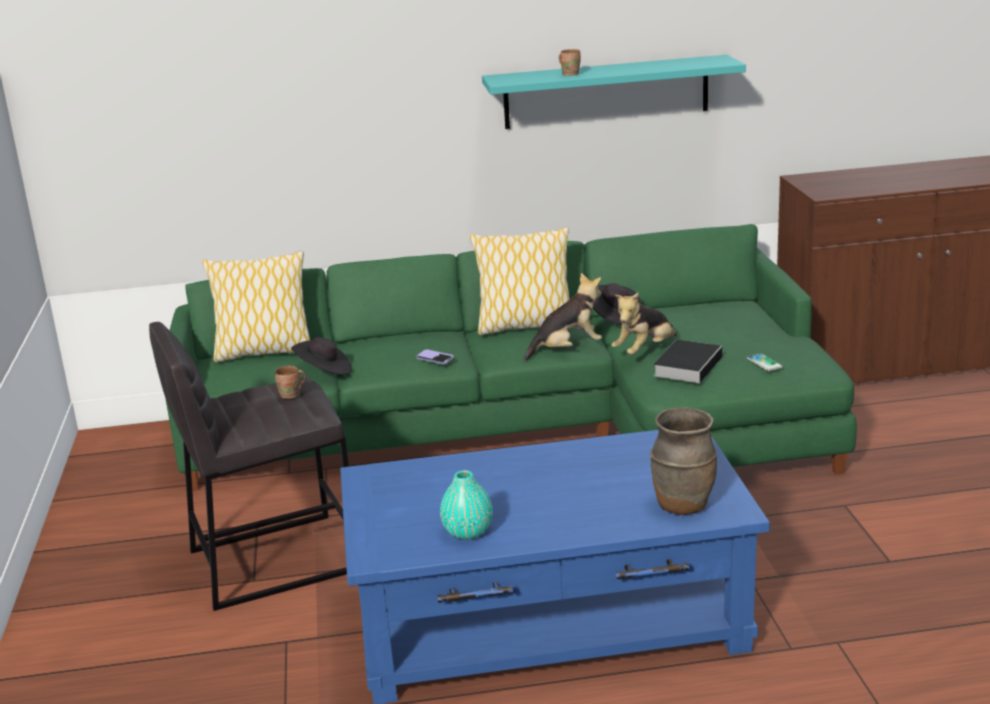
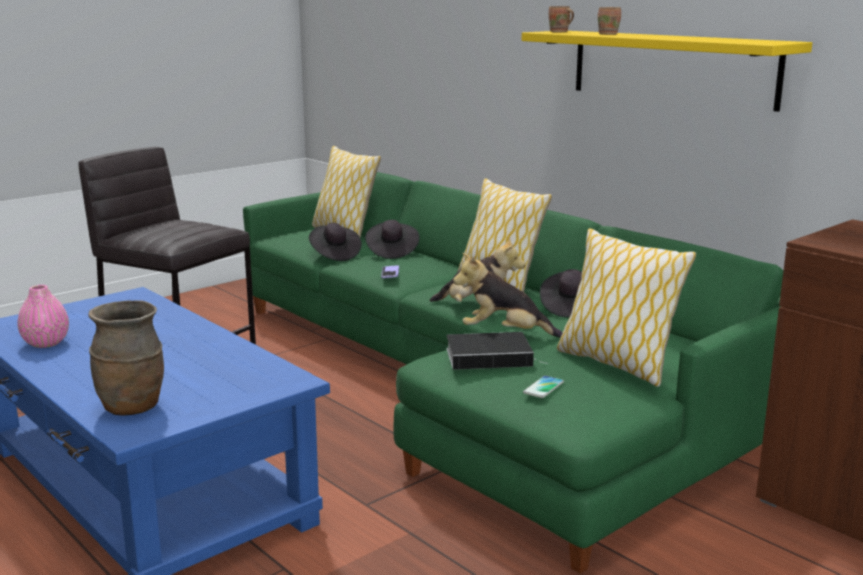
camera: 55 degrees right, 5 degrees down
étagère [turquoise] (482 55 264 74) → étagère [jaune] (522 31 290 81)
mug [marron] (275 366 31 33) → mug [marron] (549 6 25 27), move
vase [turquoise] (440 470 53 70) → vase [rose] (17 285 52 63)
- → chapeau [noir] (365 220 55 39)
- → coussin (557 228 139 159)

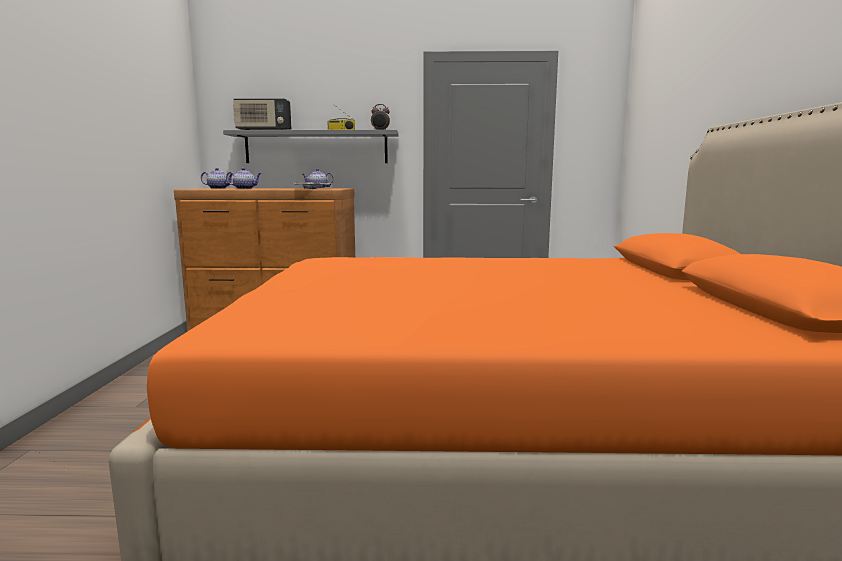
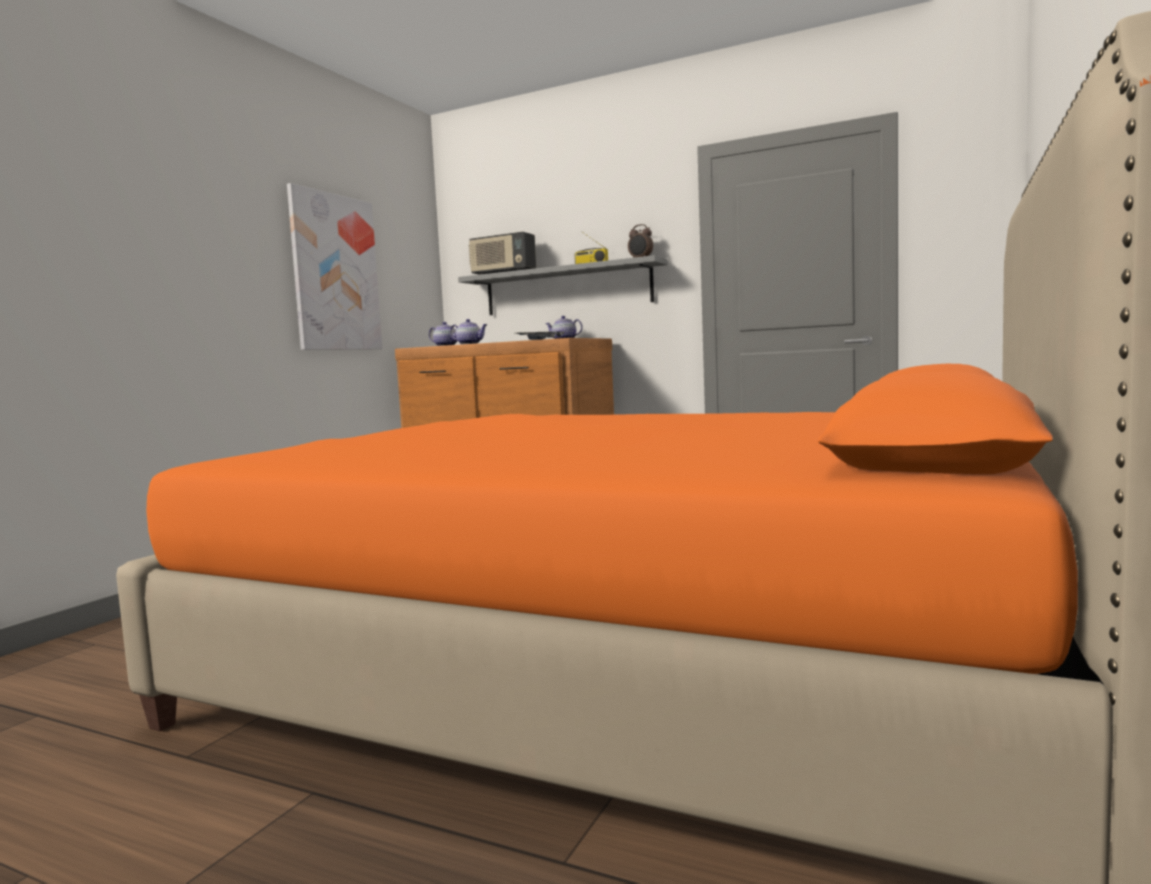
camera: 25 degrees right, 5 degrees down
- → tableau (287 183 95 167)

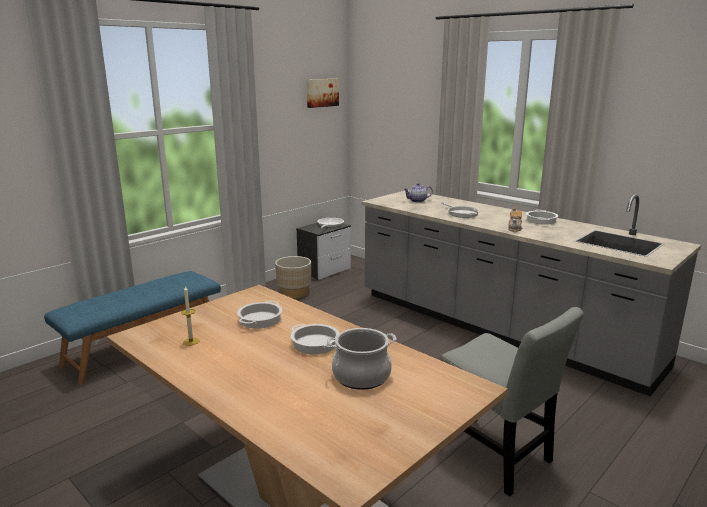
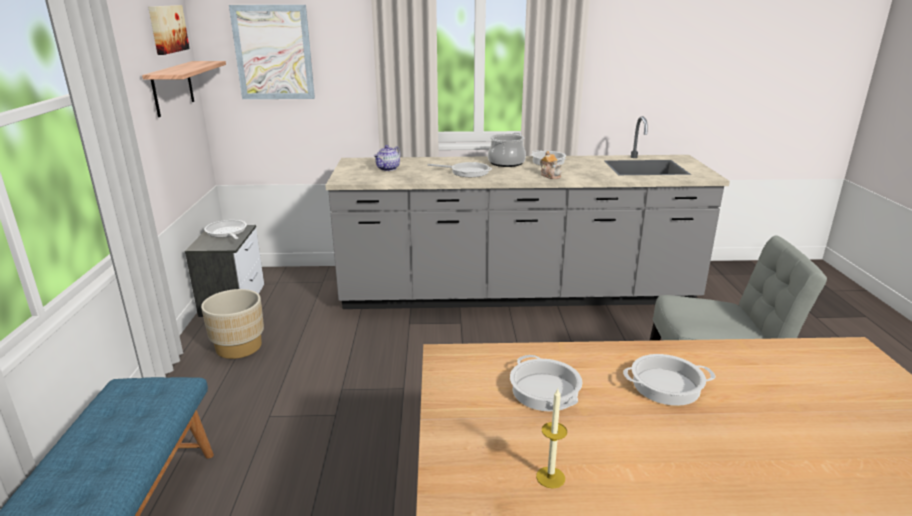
camera: 45 degrees left, 5 degrees up
marmite (327 328 70 62) → marmite (488 132 38 35), move
- → tableau (229 5 86 94)
- → étagère (142 61 84 56)

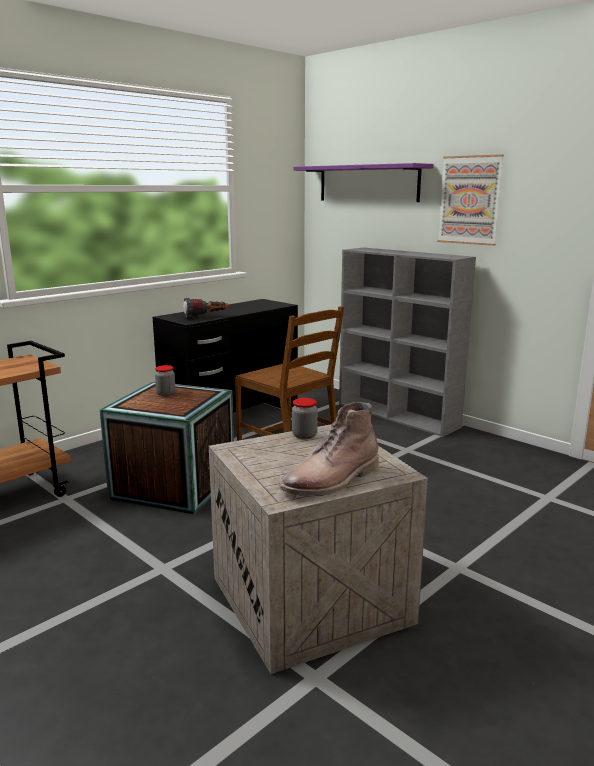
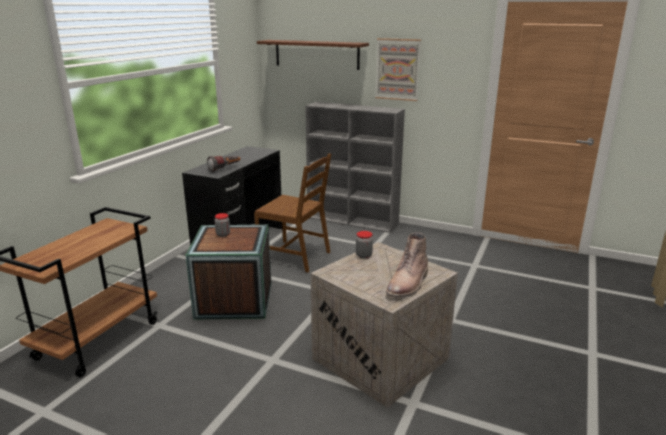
camera: 20 degrees left, 5 degrees up
étagère [violet] (294 163 139 39) → étagère [marron] (257 40 112 30)

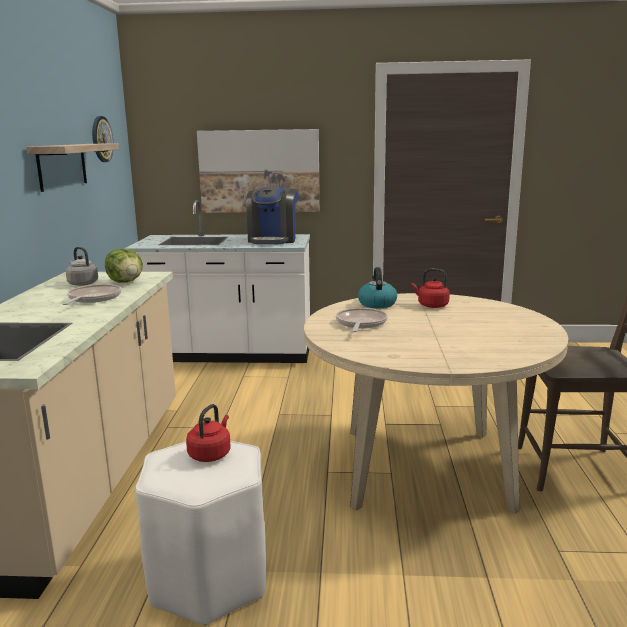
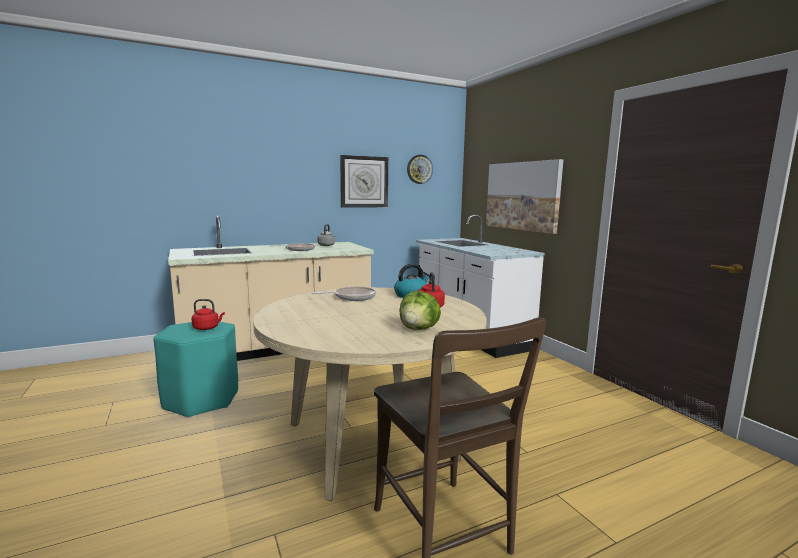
camera: 60 degrees right, 5 degrees down
étagère (26 143 93 49) → horloge murale (340 155 48 52)
machine à café (246 186 52 58) → -
laitue (105 249 38 34) → laitue (400 291 41 39), move
tabouret [blanc] (135 441 131 185) → tabouret [turquoise] (154 322 84 96)

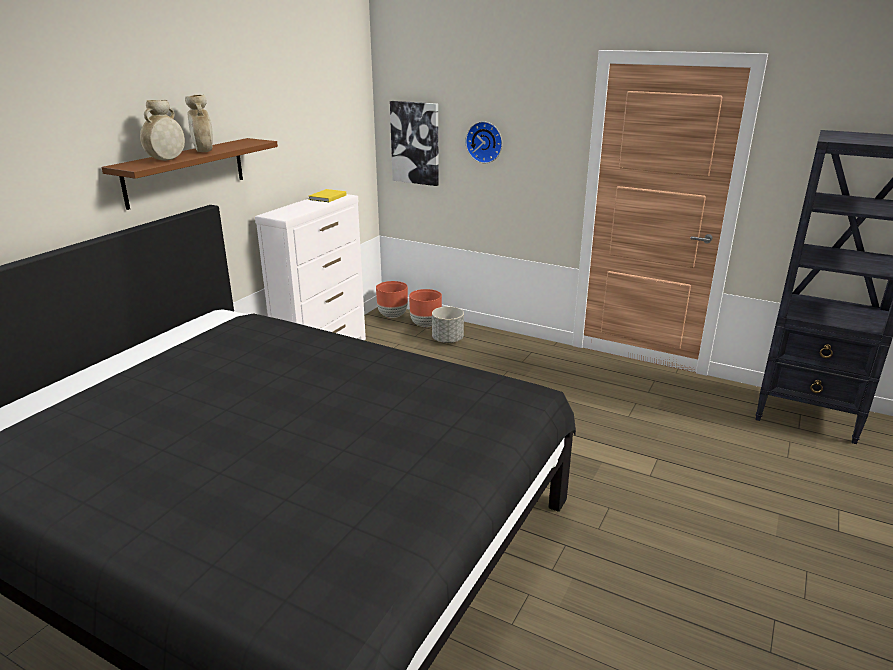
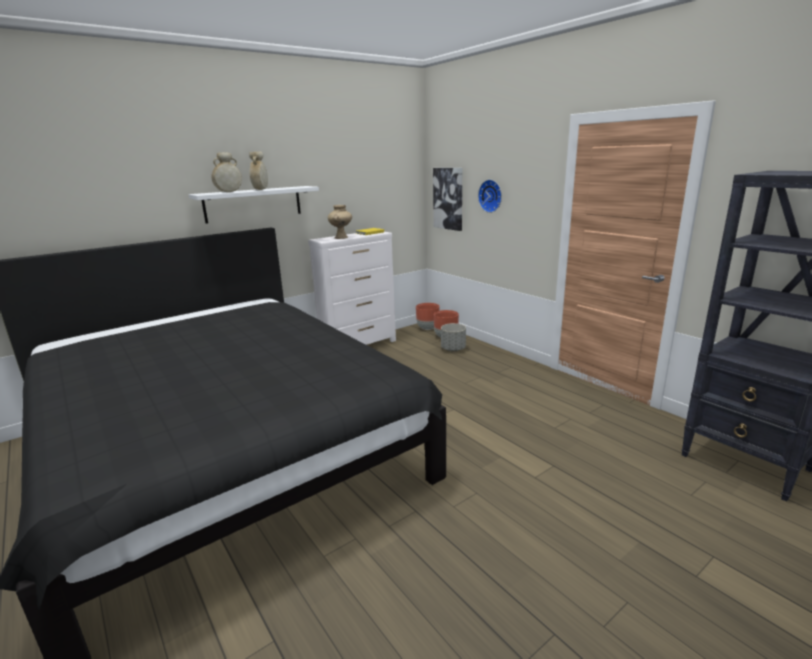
camera: 25 degrees right, 5 degrees down
étagère [marron] (101 138 177 72) → étagère [blanc] (189 186 130 38)
- → vase [beige] (328 205 24 34)

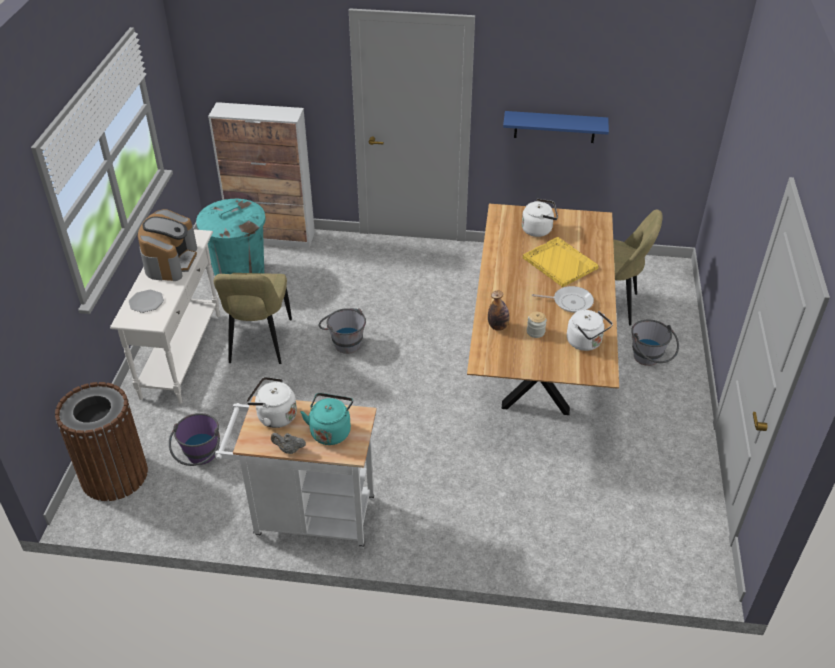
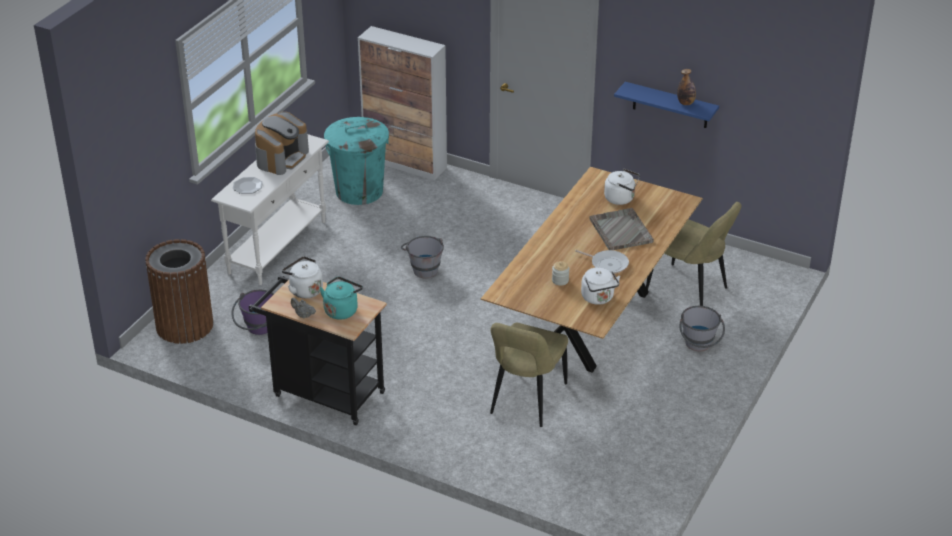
camera: 20 degrees right, 5 degrees down
plateau [jaune] (523 237 76 50) → plateau [gris] (589 208 65 42)
chaise [beige] (213 273 79 91) → chaise [beige] (490 323 78 104), move
bouteille (488 291 22 40) → bouteille (677 69 19 36), move
chariot [blanc] (215 396 162 153) → chariot [noir] (249 276 138 149)

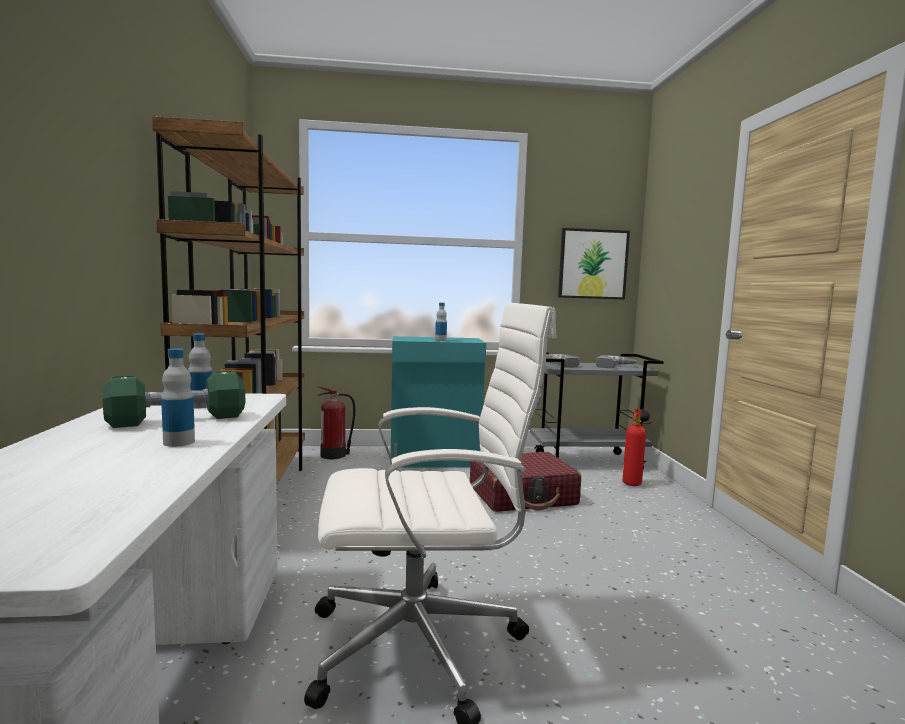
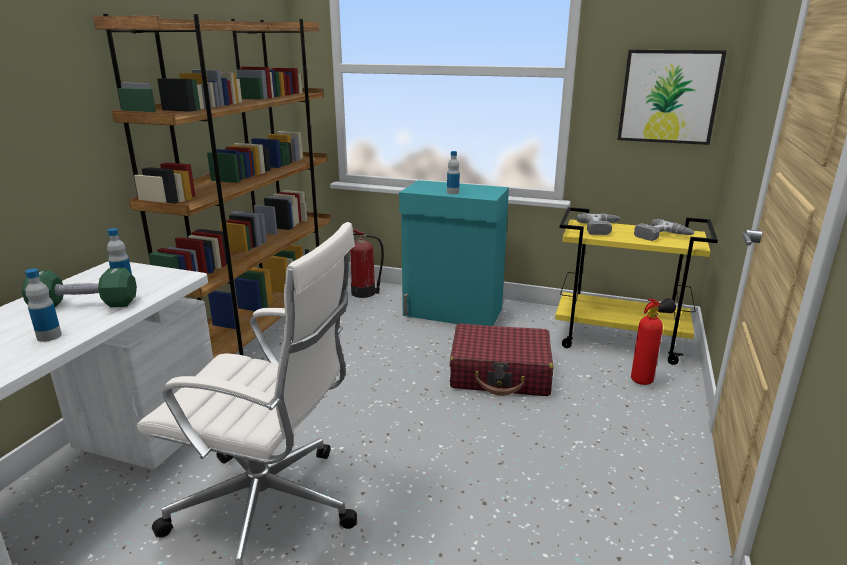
camera: 25 degrees right, 15 degrees up
chariot [gris] (530 352 134 117) → chariot [jaune] (555 207 163 158)

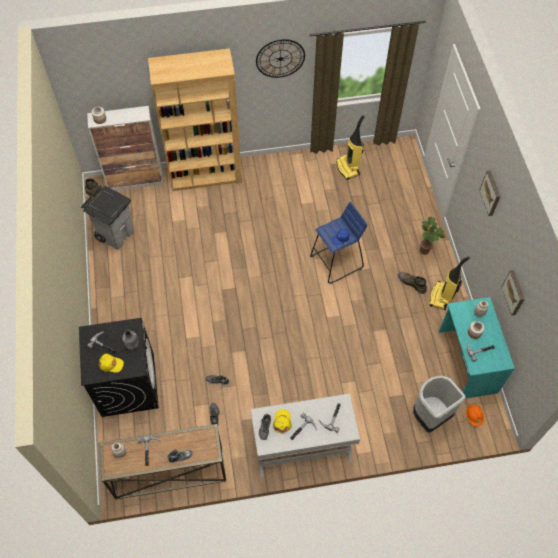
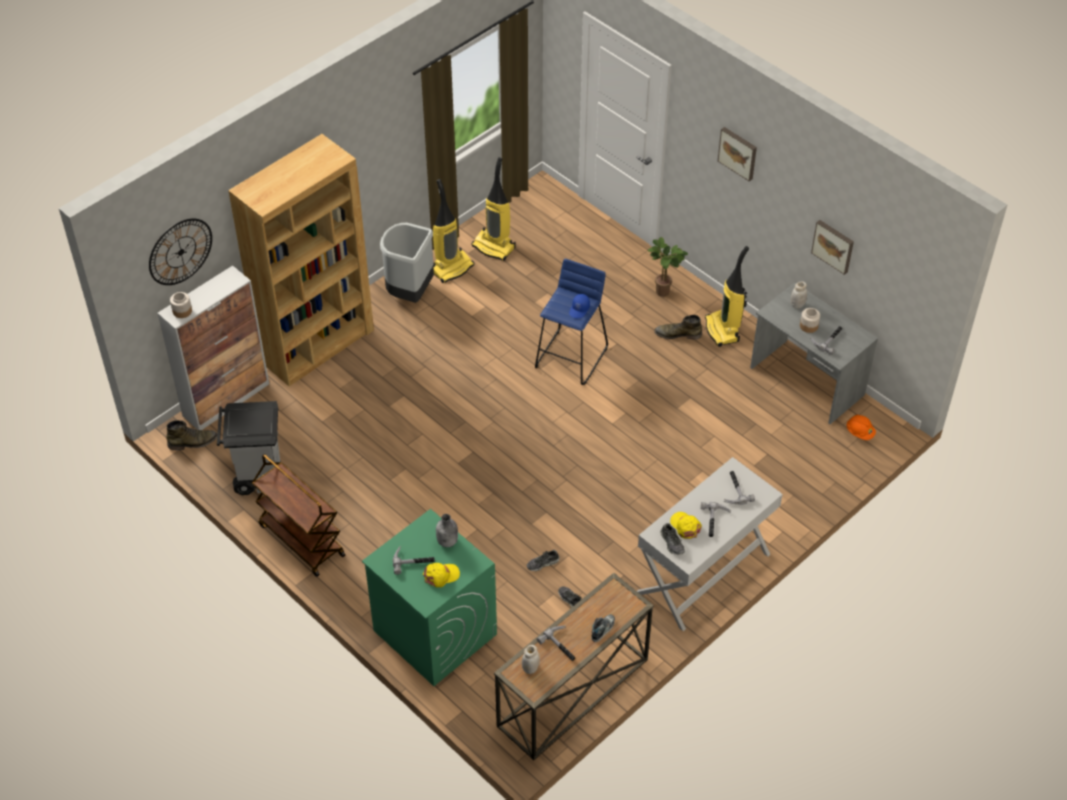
camera: 35 degrees left, 10 degrees down
horloge murale (256 39 49 39) → horloge murale (149 219 63 66), move
bureau [turquoise] (439 297 76 102) → bureau [gris] (750 283 128 141)
lave-linge [noir] (79 318 80 99) → lave-linge [vert] (362 509 135 177)
poubelle [gris] (413 376 53 56) → poubelle [gris] (380 223 54 80), move
- → aspirateur (433 179 41 104)
- → chariot [marron] (252 454 93 123)

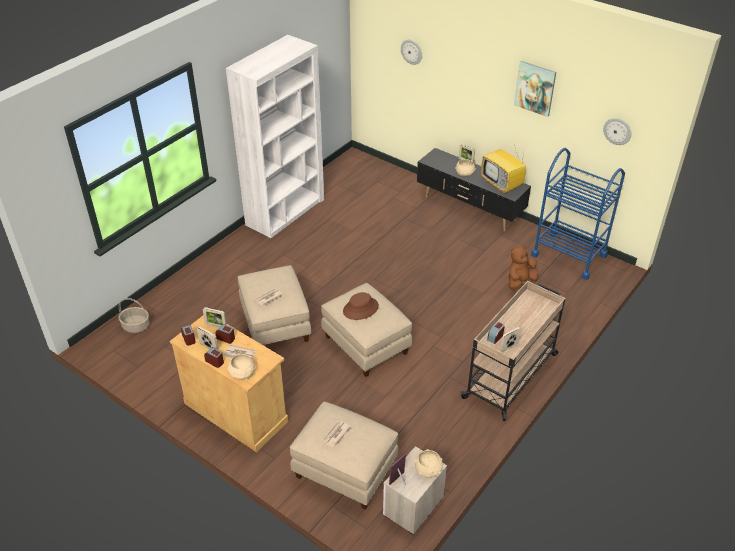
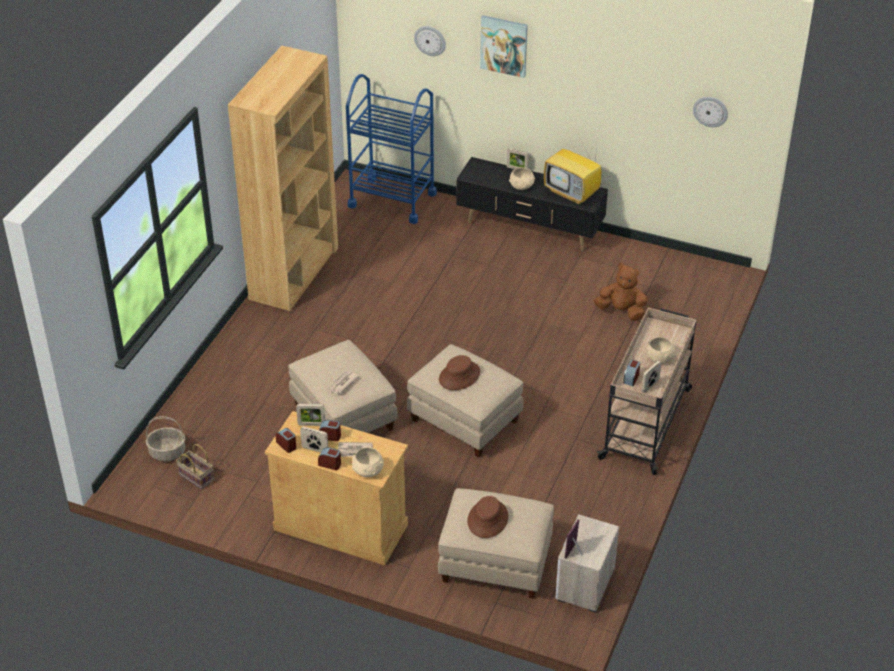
camera: 15 degrees left, 0 degrees up
bibliothèque [blanc] (226 35 98 203) → bibliothèque [marron] (228 46 110 265)
tableau (514 61 42 56) → tableau (480 15 48 63), move
chariot [bleu] (531 148 94 132) → chariot [bleu] (346 74 91 150), move
peluche [marron] (509 245 29 45) → peluche [marron] (594 263 54 58), 75 degrees clockwise
journal (322 421 29 26) → chapeau [marron] (467 496 41 42)
bol [beige] (415 449 28 29) → bol [beige] (646 337 29 27), move
- → panier (176 444 38 45)

